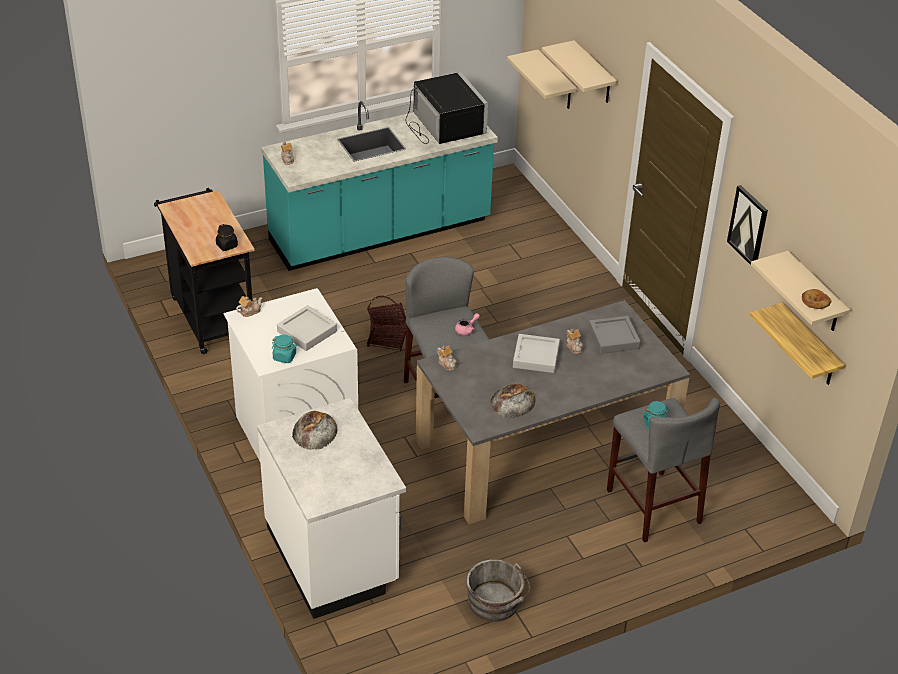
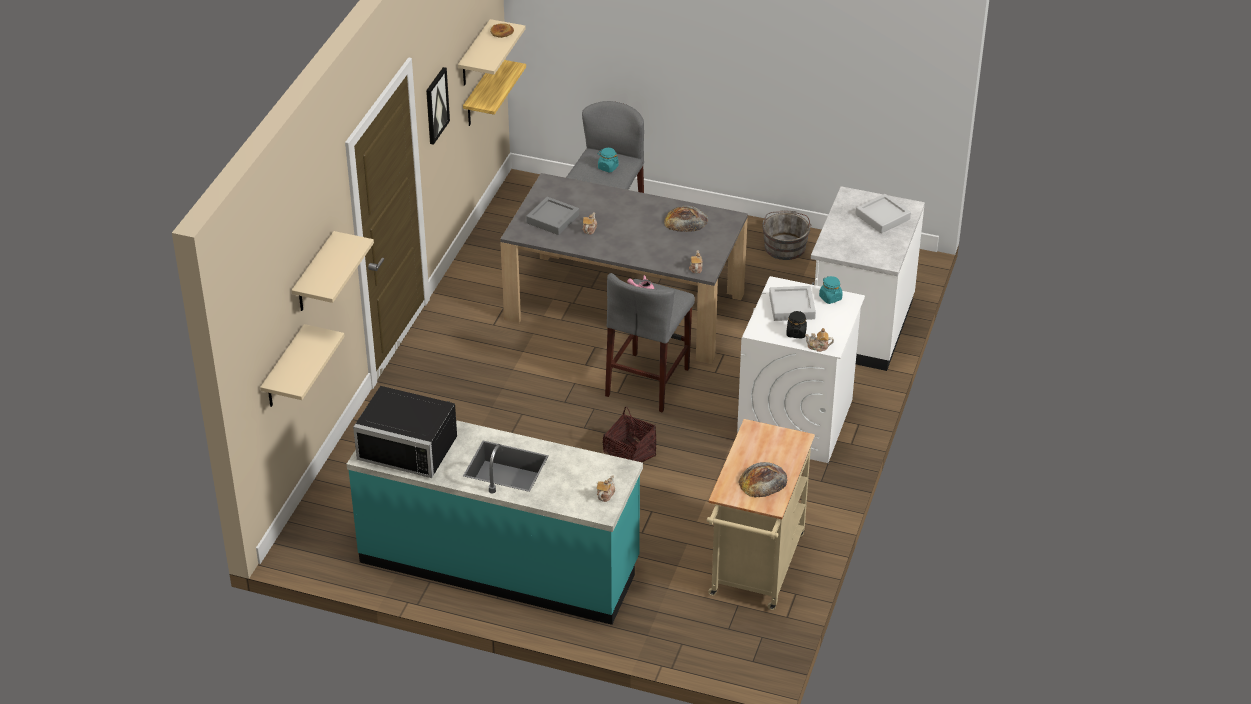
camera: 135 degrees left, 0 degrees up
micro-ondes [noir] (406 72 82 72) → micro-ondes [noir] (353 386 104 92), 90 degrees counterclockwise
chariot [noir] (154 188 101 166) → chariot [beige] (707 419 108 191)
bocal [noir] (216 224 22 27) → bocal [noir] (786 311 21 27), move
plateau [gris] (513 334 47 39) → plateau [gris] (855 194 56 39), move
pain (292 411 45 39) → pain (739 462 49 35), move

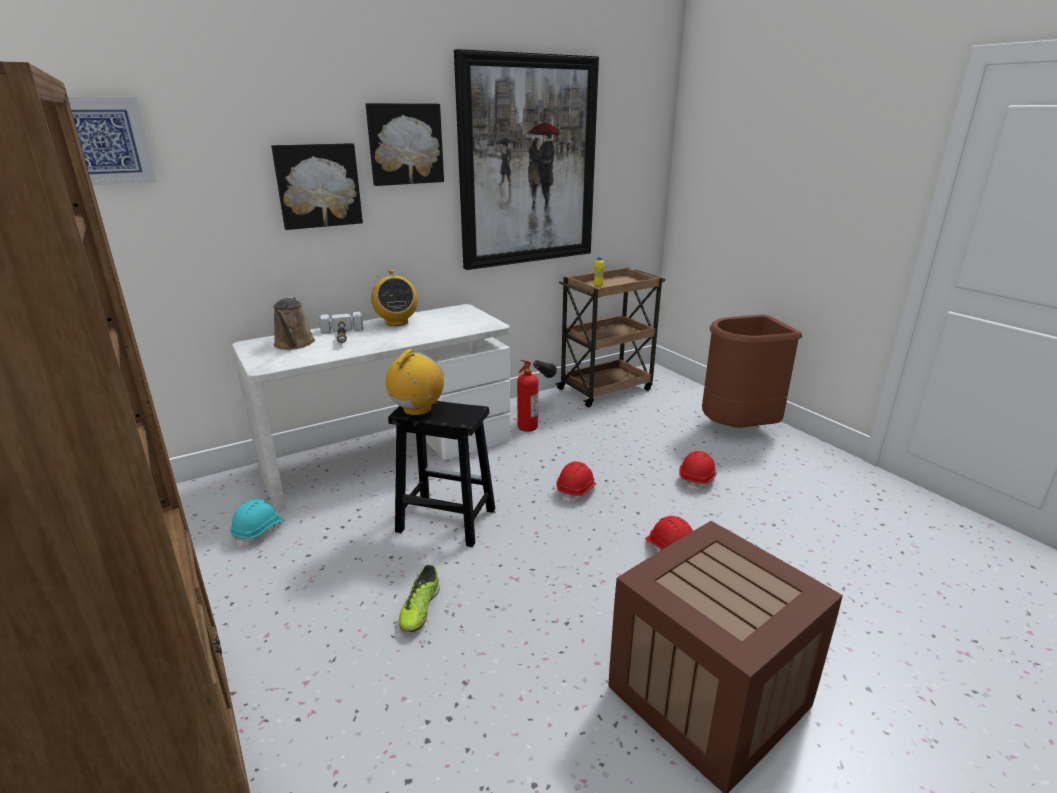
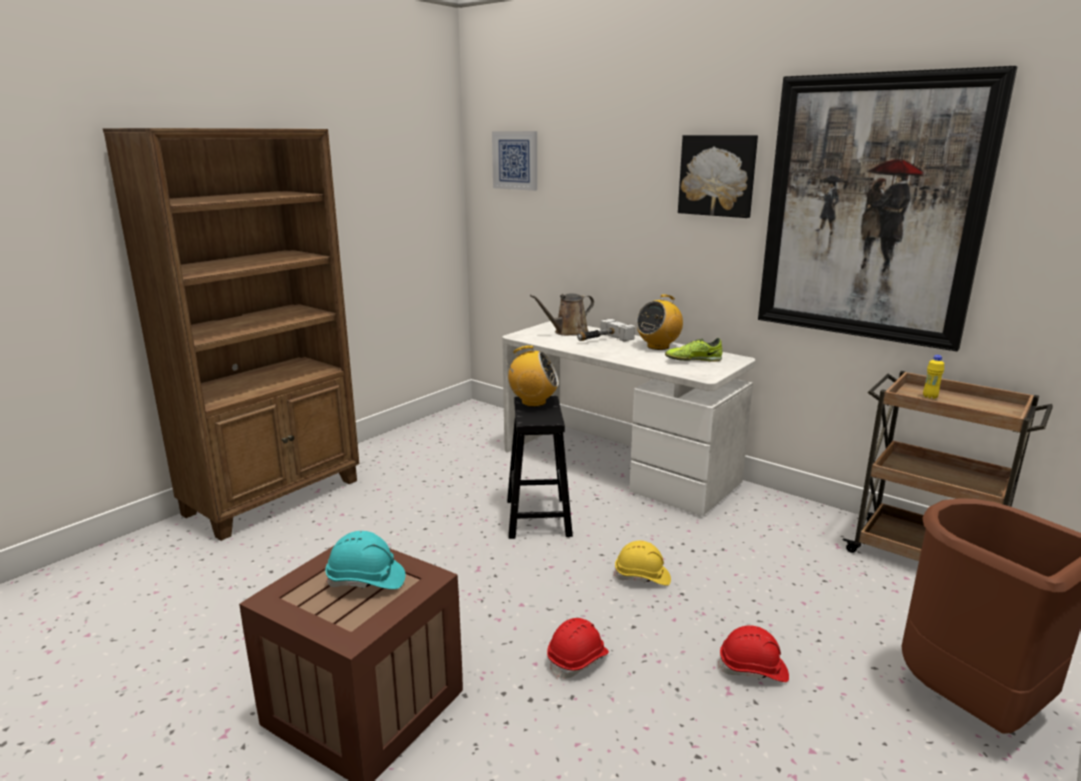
camera: 70 degrees right, 5 degrees down
tableau (271 143 92 87) → -
extincteur (517 360 40 72) → -
casque de chantier [rouge] (556 461 40 43) → casque de chantier [jaune] (614 541 57 45)
casque de chantier [turquoise] (230 499 54 50) → casque de chantier [turquoise] (325 531 81 58), move
chaussure (399 565 41 67) → chaussure (665 338 57 24), move

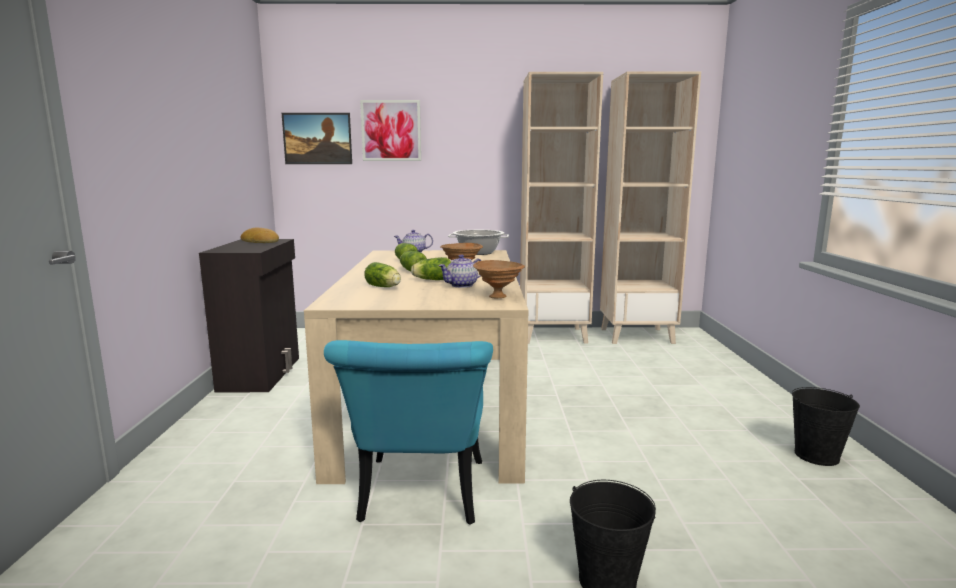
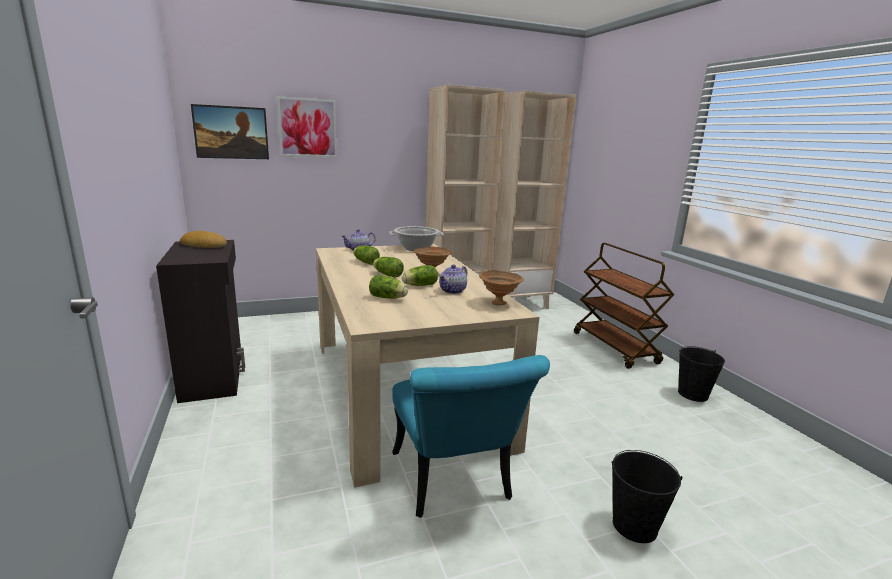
camera: 20 degrees left, 5 degrees up
- → chariot [marron] (574 243 101 126)

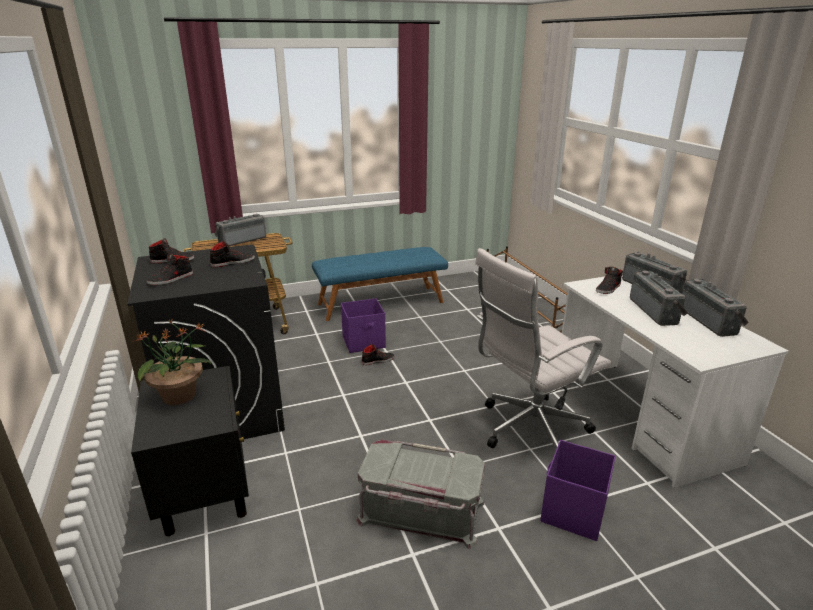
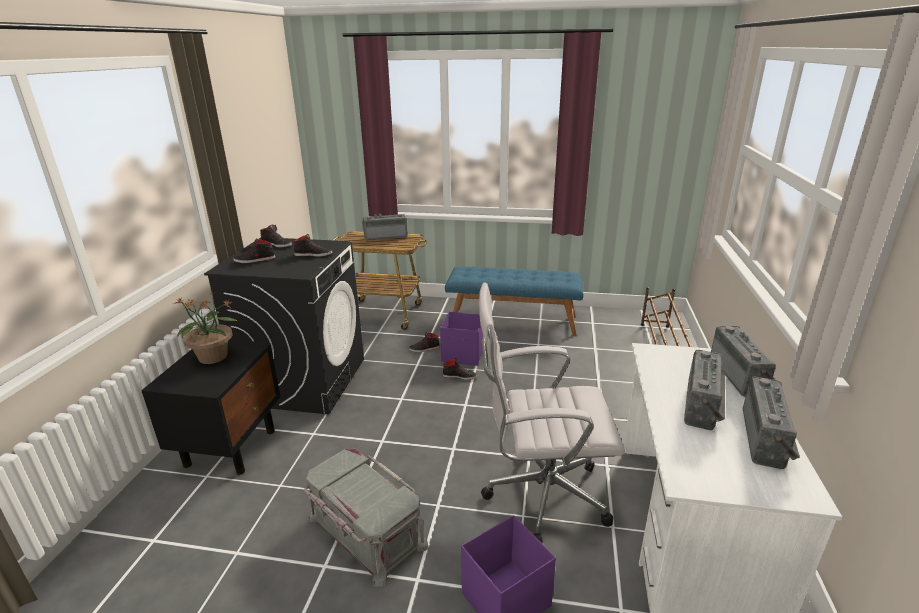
camera: 30 degrees right, 0 degrees up
chaussure [noir] (596 267 27 27) → chaussure [noir] (409 332 31 20), move

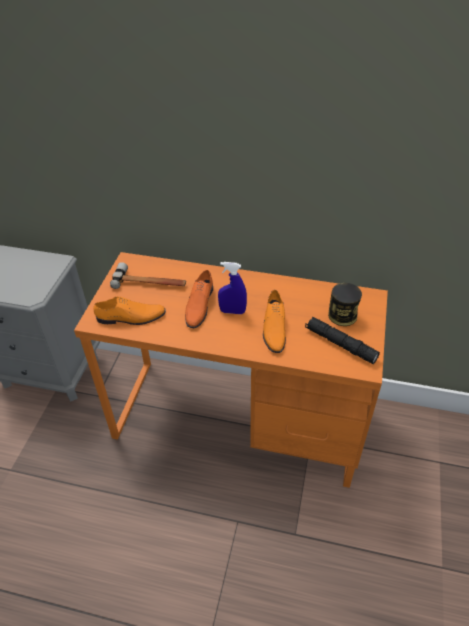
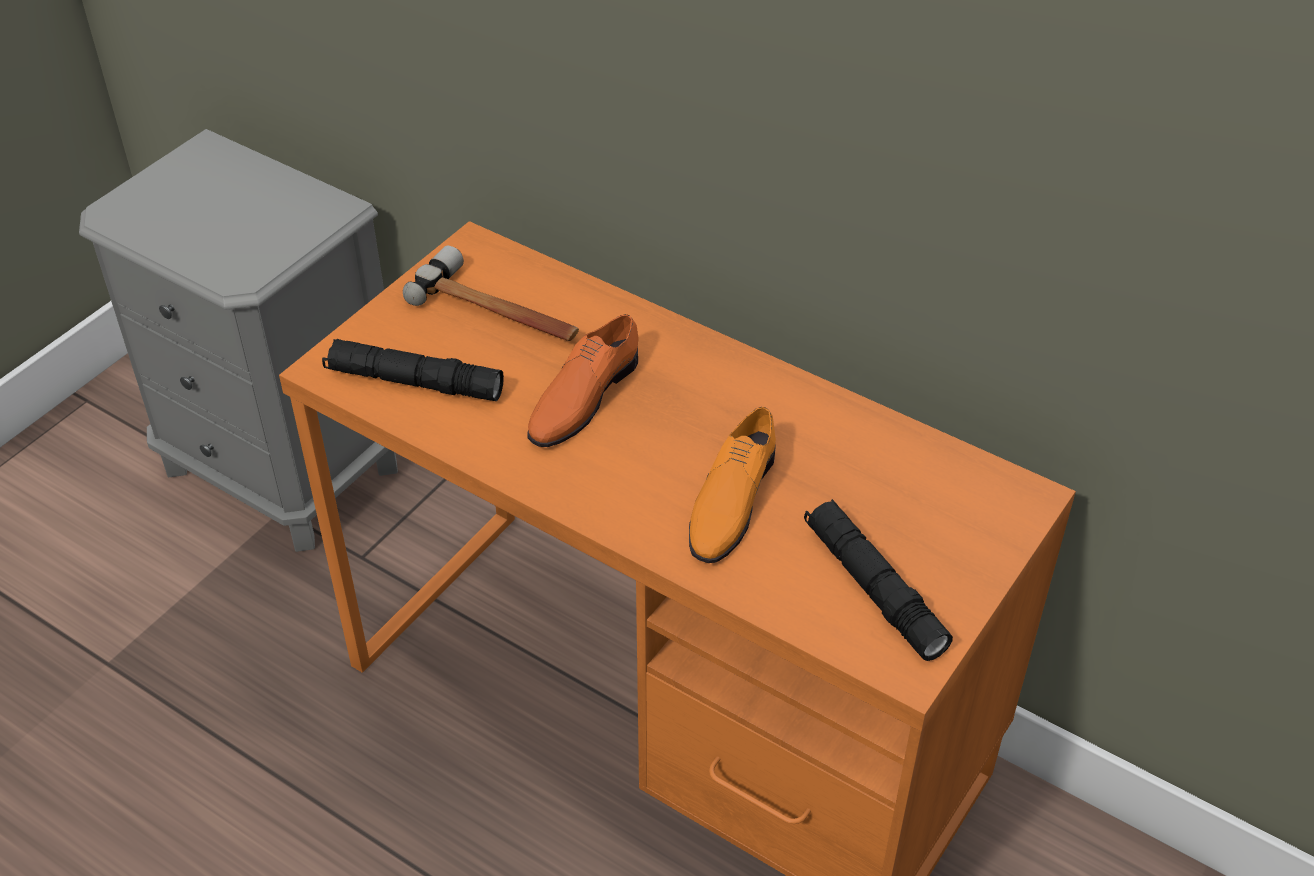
camera: 20 degrees right, 0 degrees up
vaporisateur [bleu] (218 262 29 52) → -
boîte métallique (328 283 34 43) → -
chaussure [orange] (93 296 73 29) → lampe de poche [noir] (322 339 182 62)

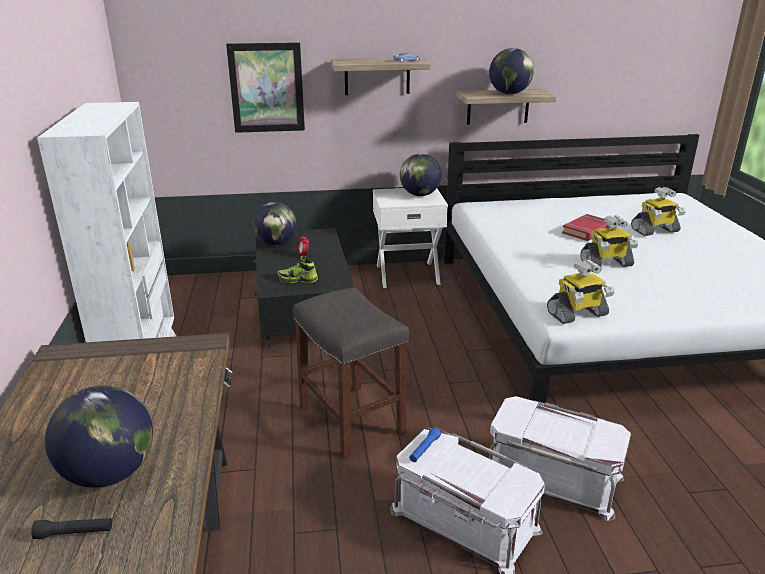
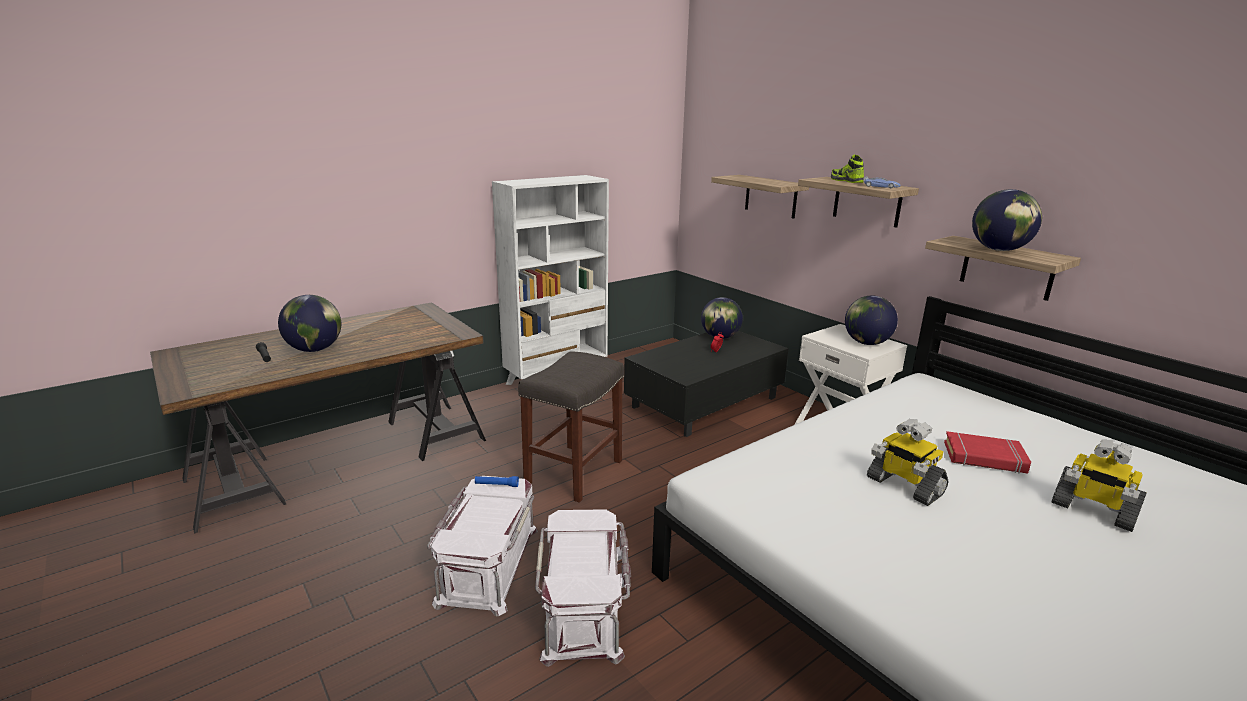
camera: 60 degrees right, 5 degrees down
tableau (226 42 79 91) → étagère (711 175 98 44)
chaussure (277 256 41 27) → chaussure (831 155 33 28), move
robot jouet (547 259 68 65) → -

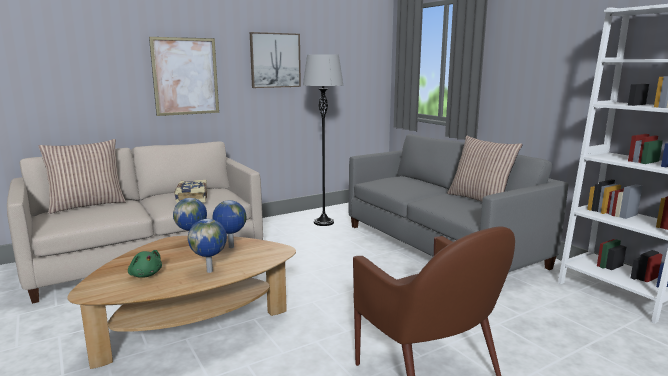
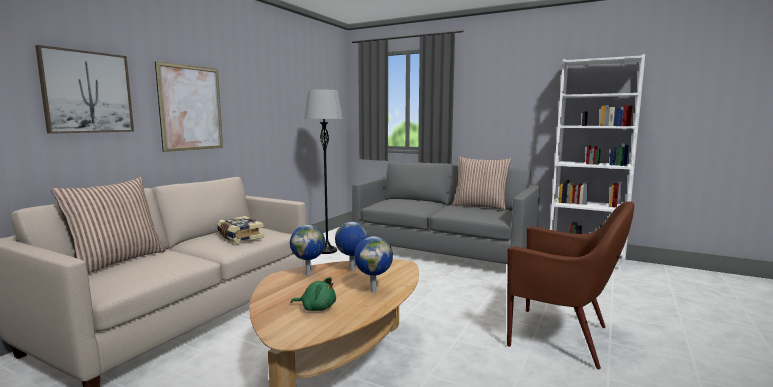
camera: 30 degrees left, 5 degrees down
tableau (250 32 51 56) → tableau (35 45 99 89), move

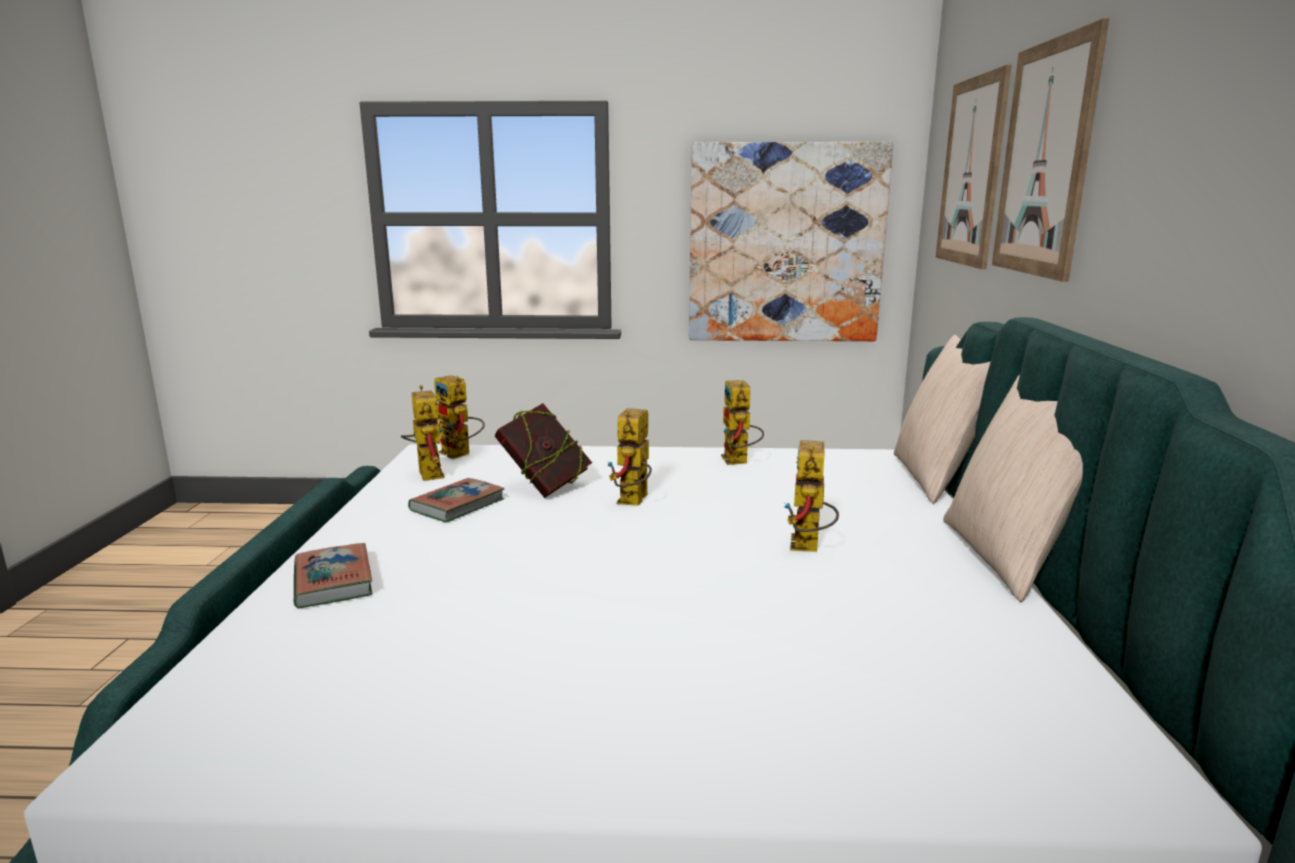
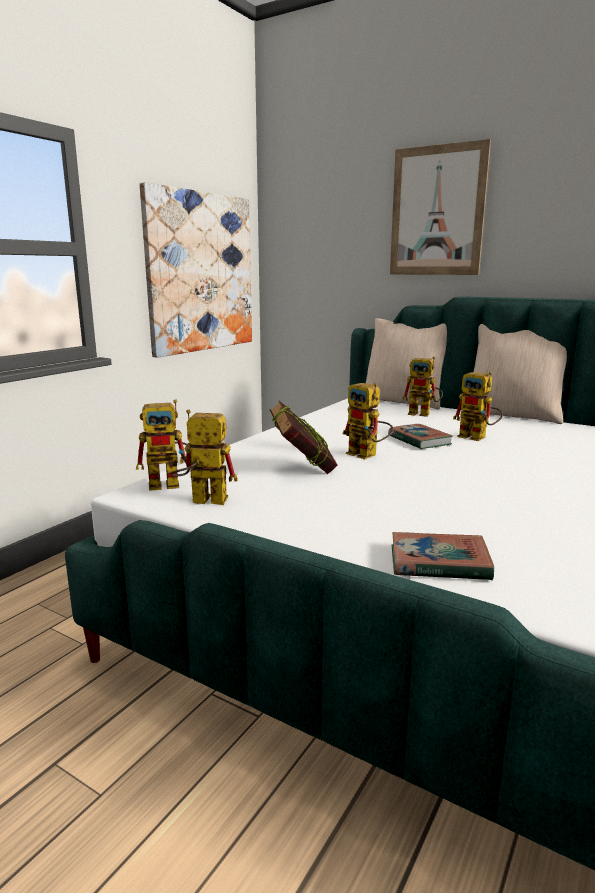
camera: 60 degrees left, 0 degrees up
tableau (936 65 76 204) → -
robot jouet (721 380 43 85) → robot jouet (402 356 41 61), move
livre (408 478 97 45) → livre (388 424 65 25), move

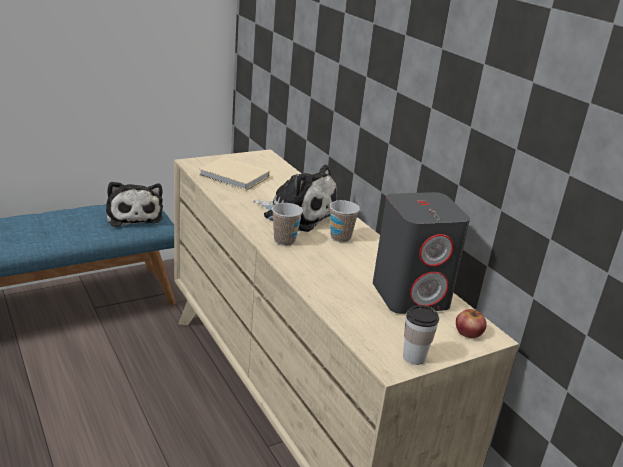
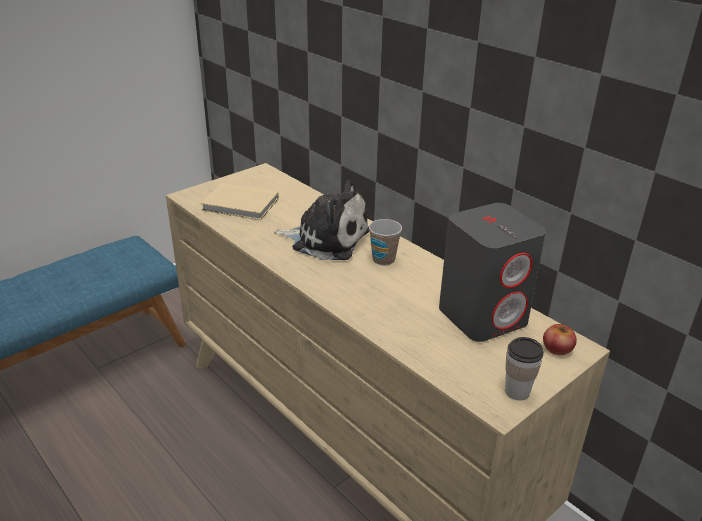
camera: 10 degrees left, 5 degrees up
peluche (106 181 57 46) → -
tasse (272 203 31 43) → -

